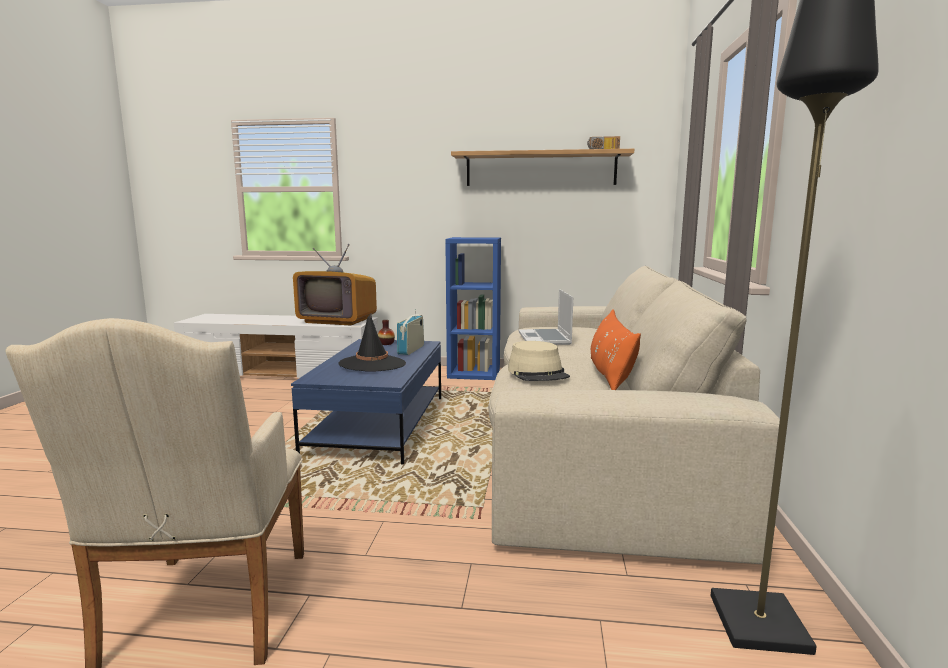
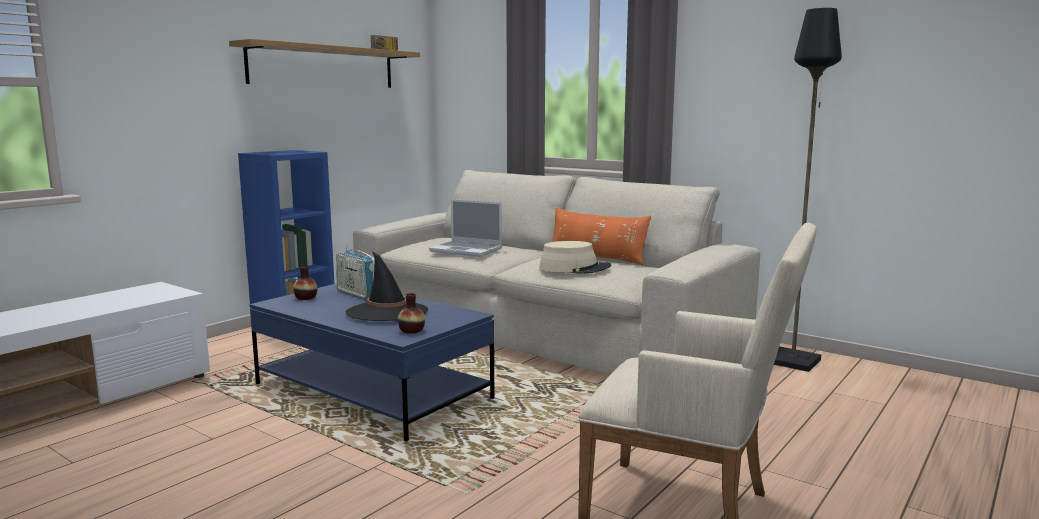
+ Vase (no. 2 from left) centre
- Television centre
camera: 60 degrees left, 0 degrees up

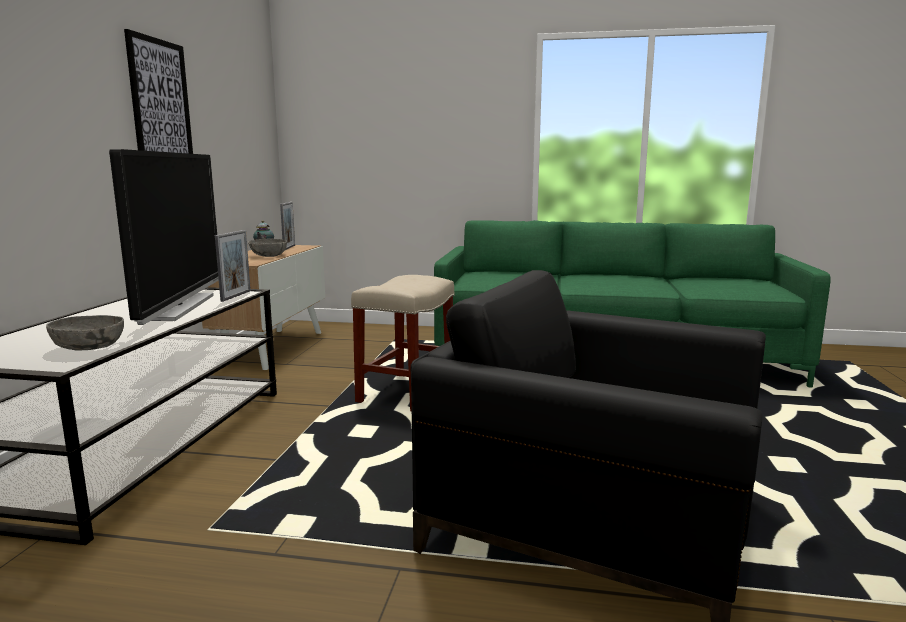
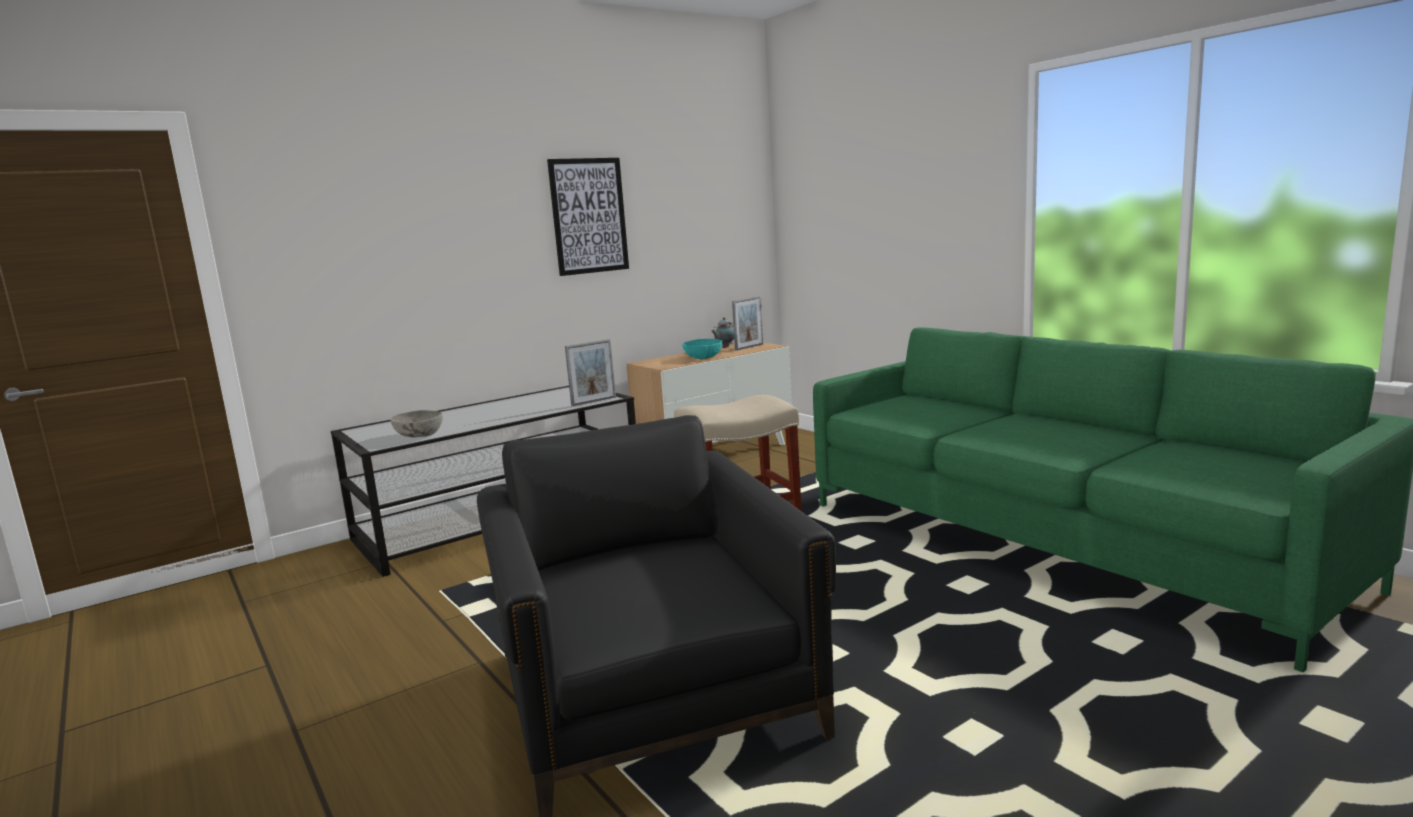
~ GreyBowl (no. 2 from left) middle left to TurquoiseBowl centre
- Television middle left
camera: 45 degrees right, 0 degrees up

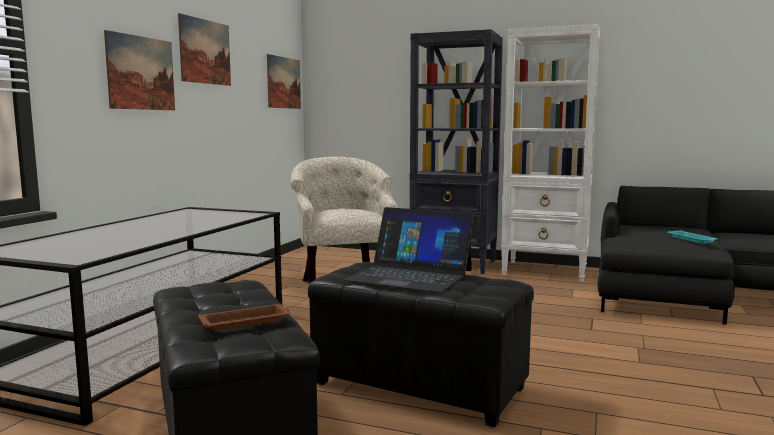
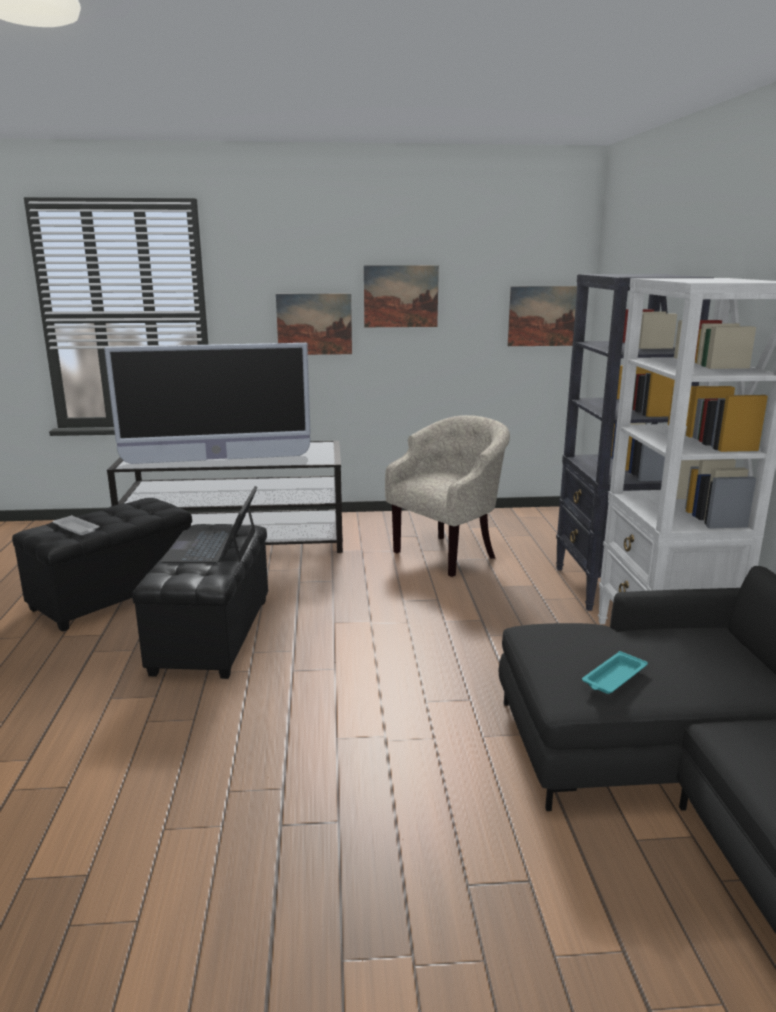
~ BrownTray bottom left to WhiteTray middle left
+ Television middle left
camera: 65 degrees right, 10 degrees up

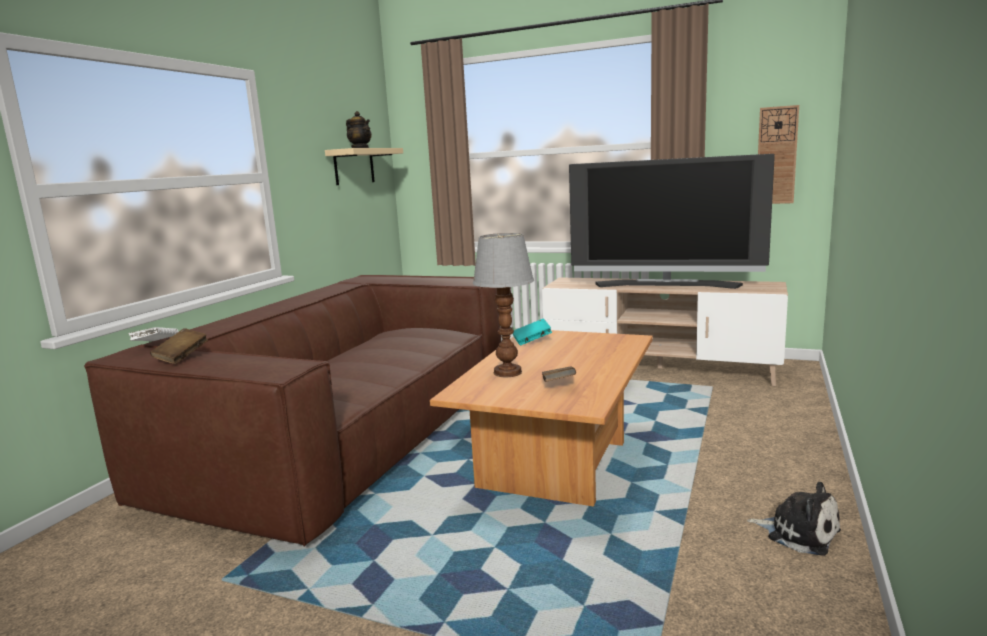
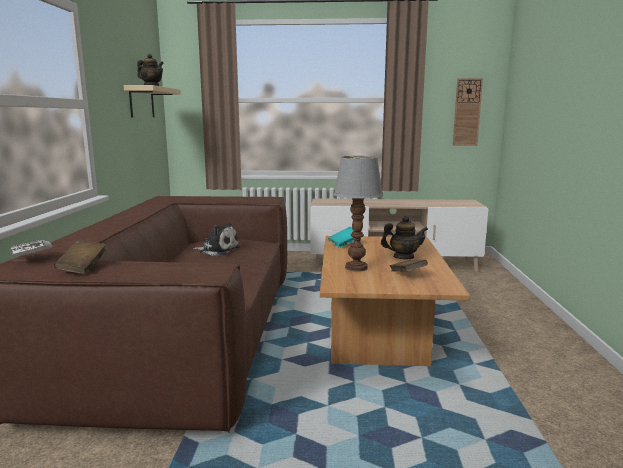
~ PlushToy bottom right to centre
+ Teapot (no. 2 from left) centre
- Television middle right
camera: 20 degrees left, 0 degrees up

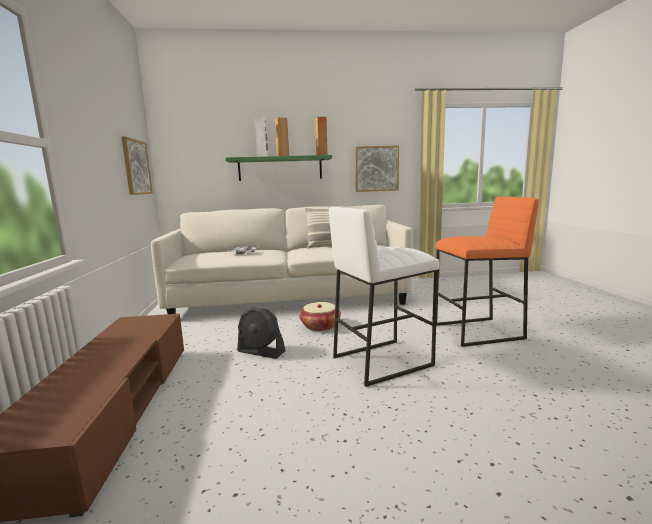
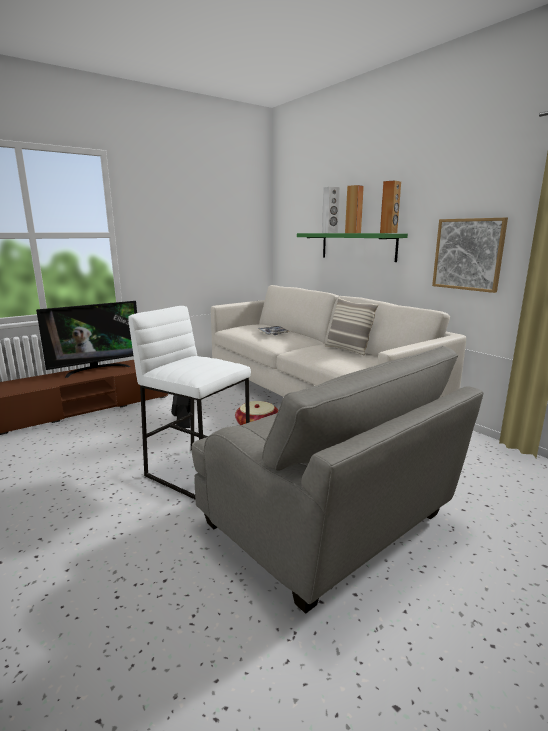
+ Television middle left
~ OrangeStool middle right to GreyArmchair centre
- Picture (no. 1 from left) top left
camera: 60 degrees right, 5 degrees up

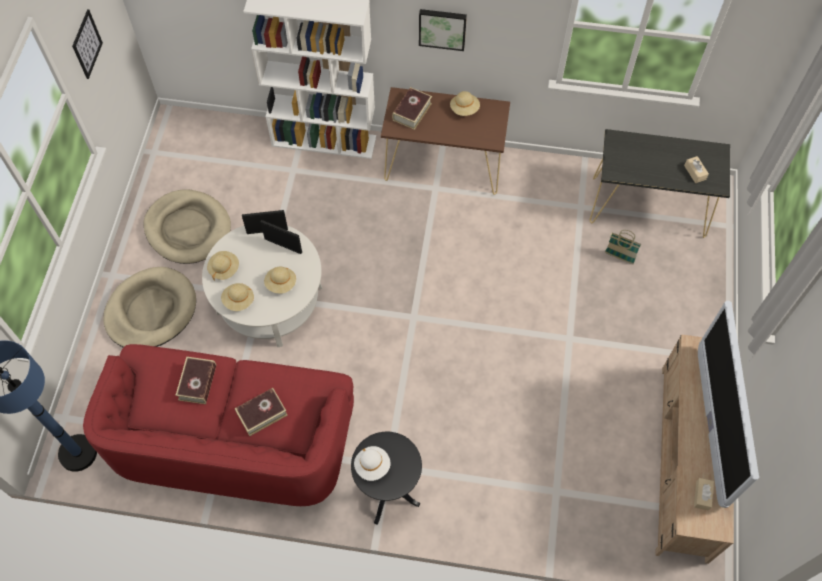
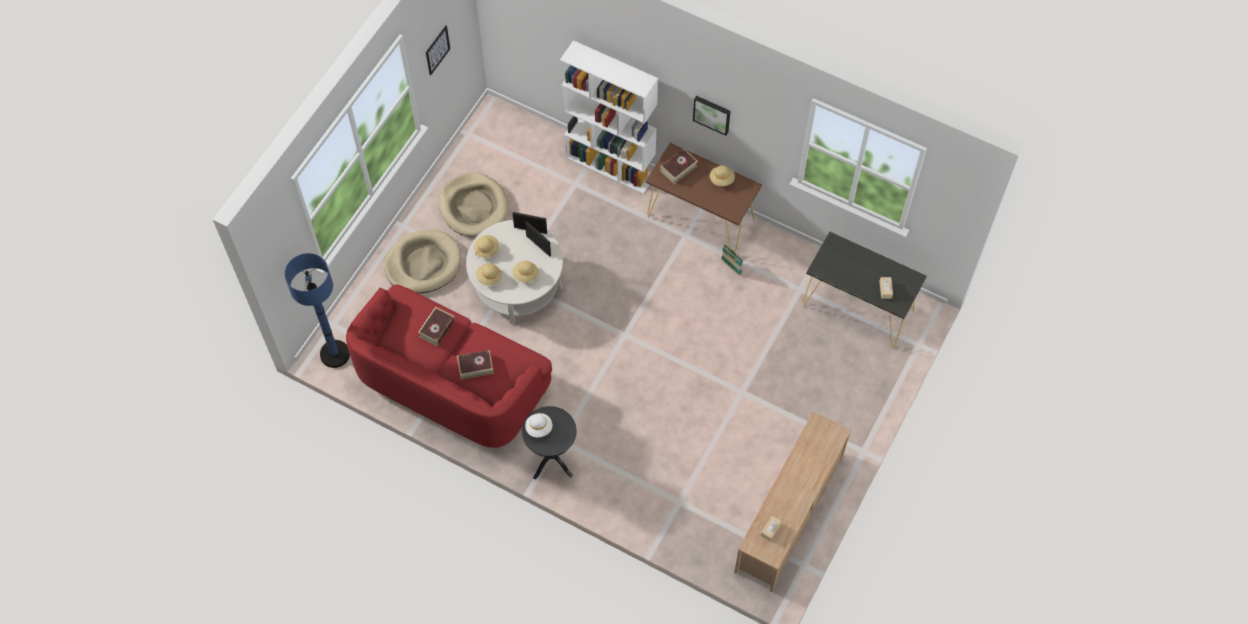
~ Basket middle right to centre
- Television bottom right
camera: 20 degrees right, 0 degrees up

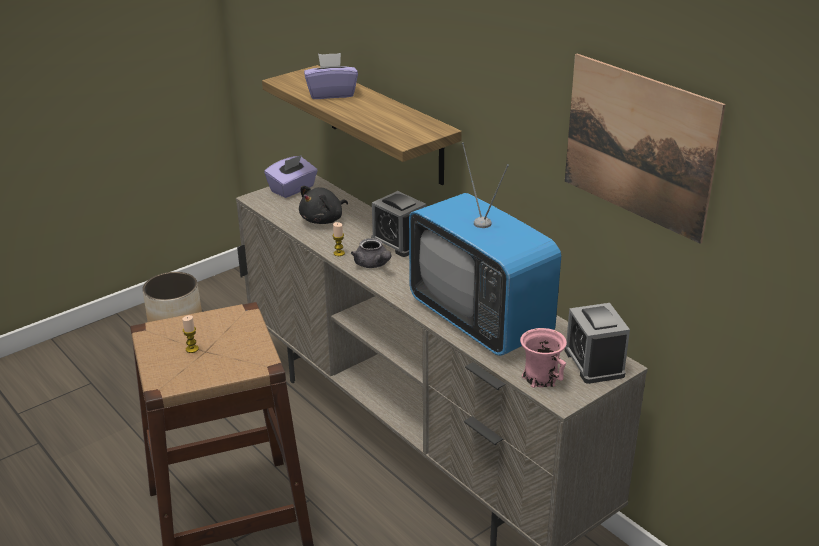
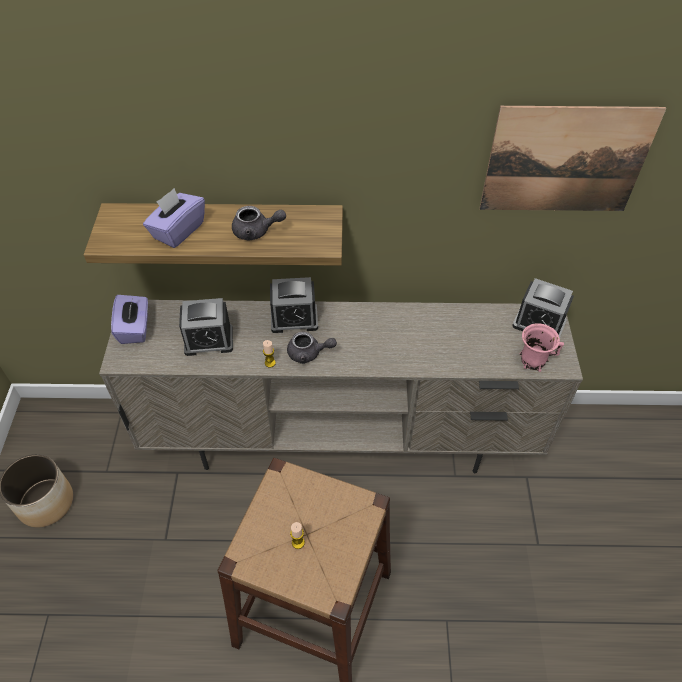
~ BlackPlushToy centre to AlarmClock (no. 1 from left) middle left
+ GreyTeapot (no. 1 from left) top centre
- Television centre
camera: 50 degrees left, 20 degrees up

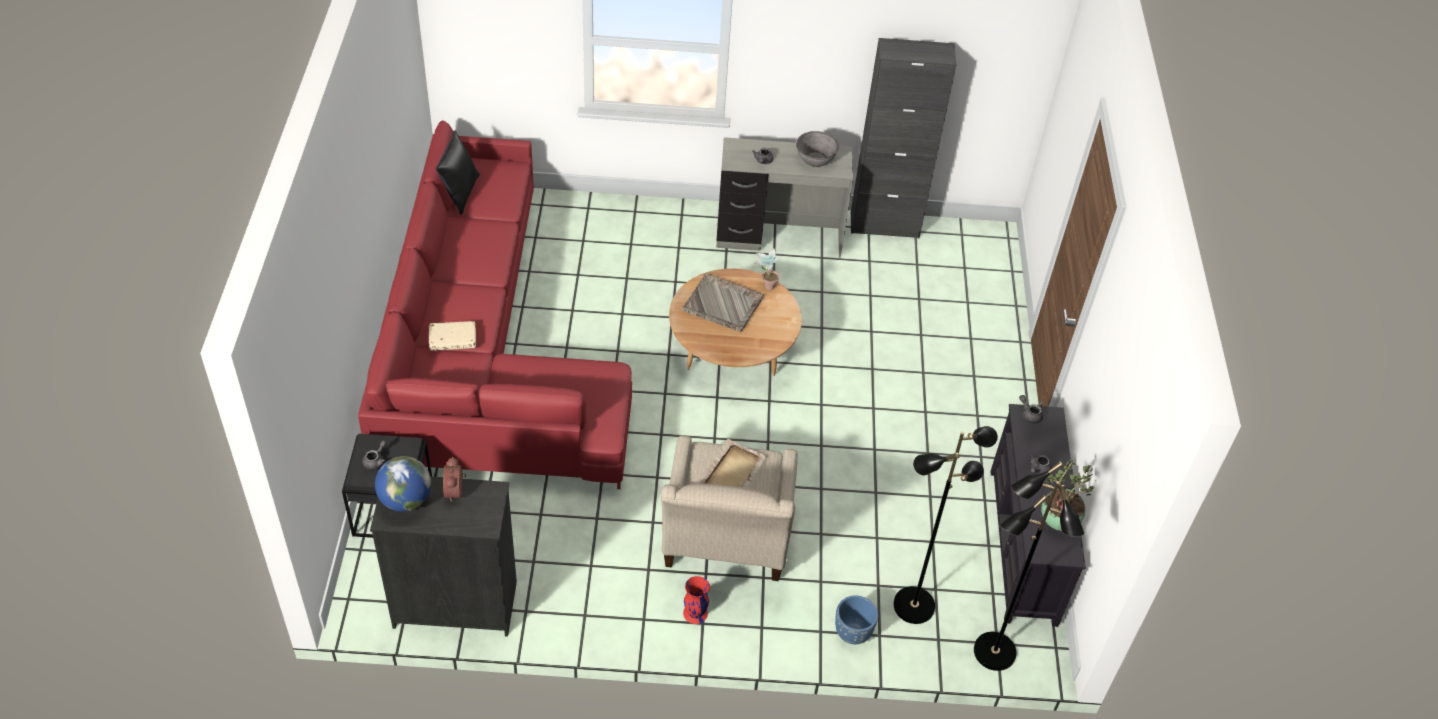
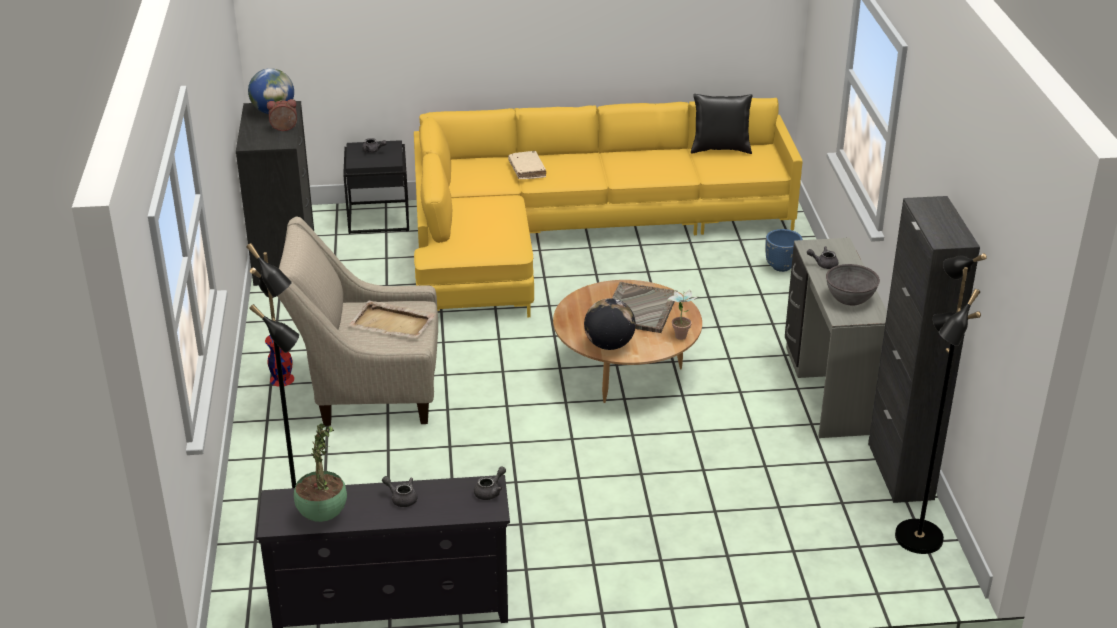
~ RedSofa centre to YellowSofa top centre
+ Globe (no. 2 from left) centre
~ BluePlanter bottom centre to middle right
~ BlackFloorLamp (no. 2 from left) bottom right to middle right
camera: 85 degrees right, 15 degrees down

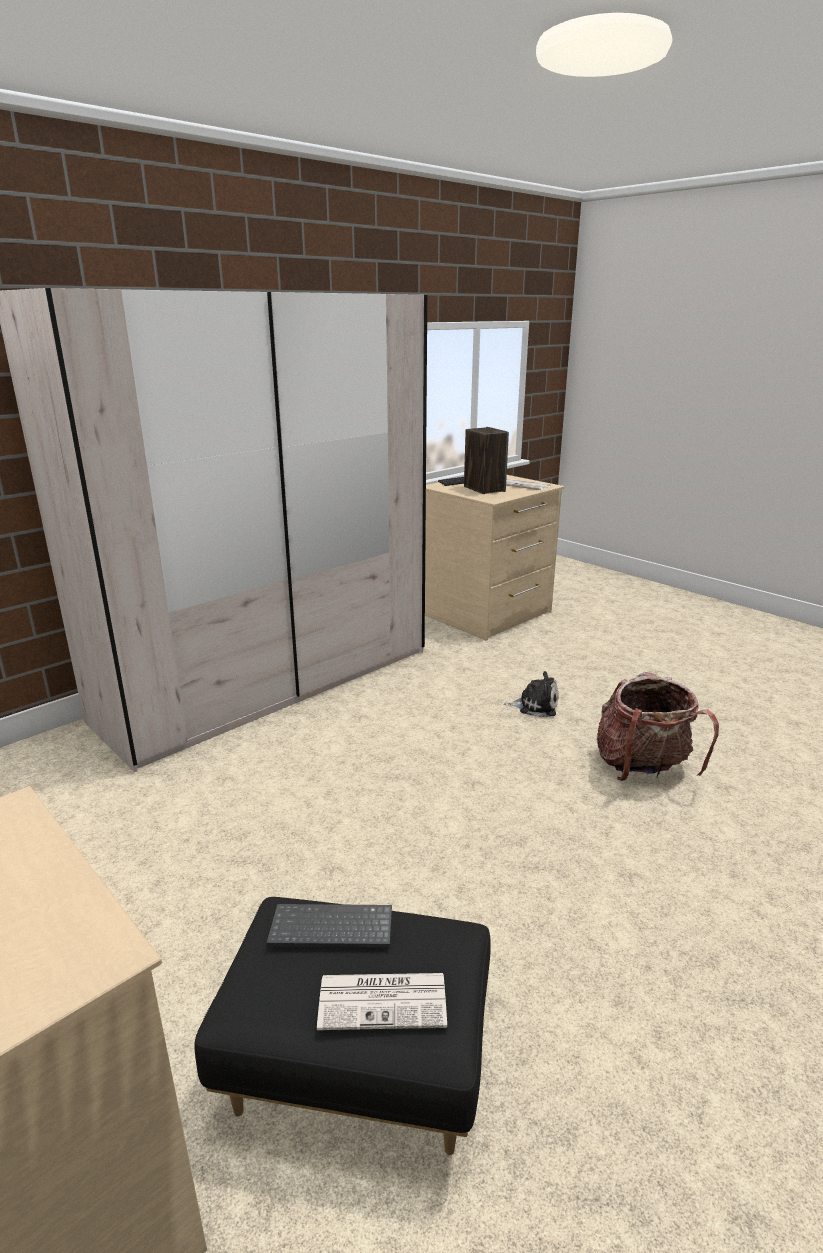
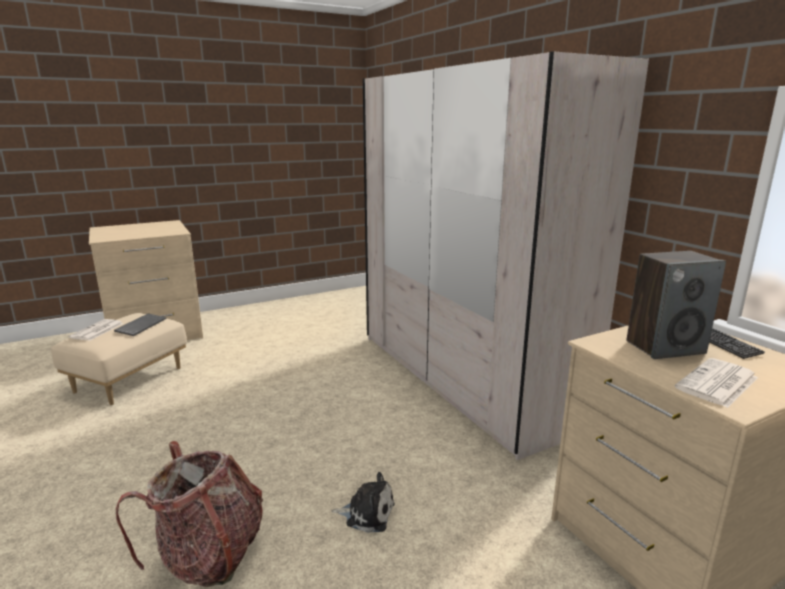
~ BlackOttoman bottom centre to BeigeOttoman middle left
~ PlushToy centre = bottom centre 105 degrees counterclockwise
camera: 105 degrees right, 5 degrees down

